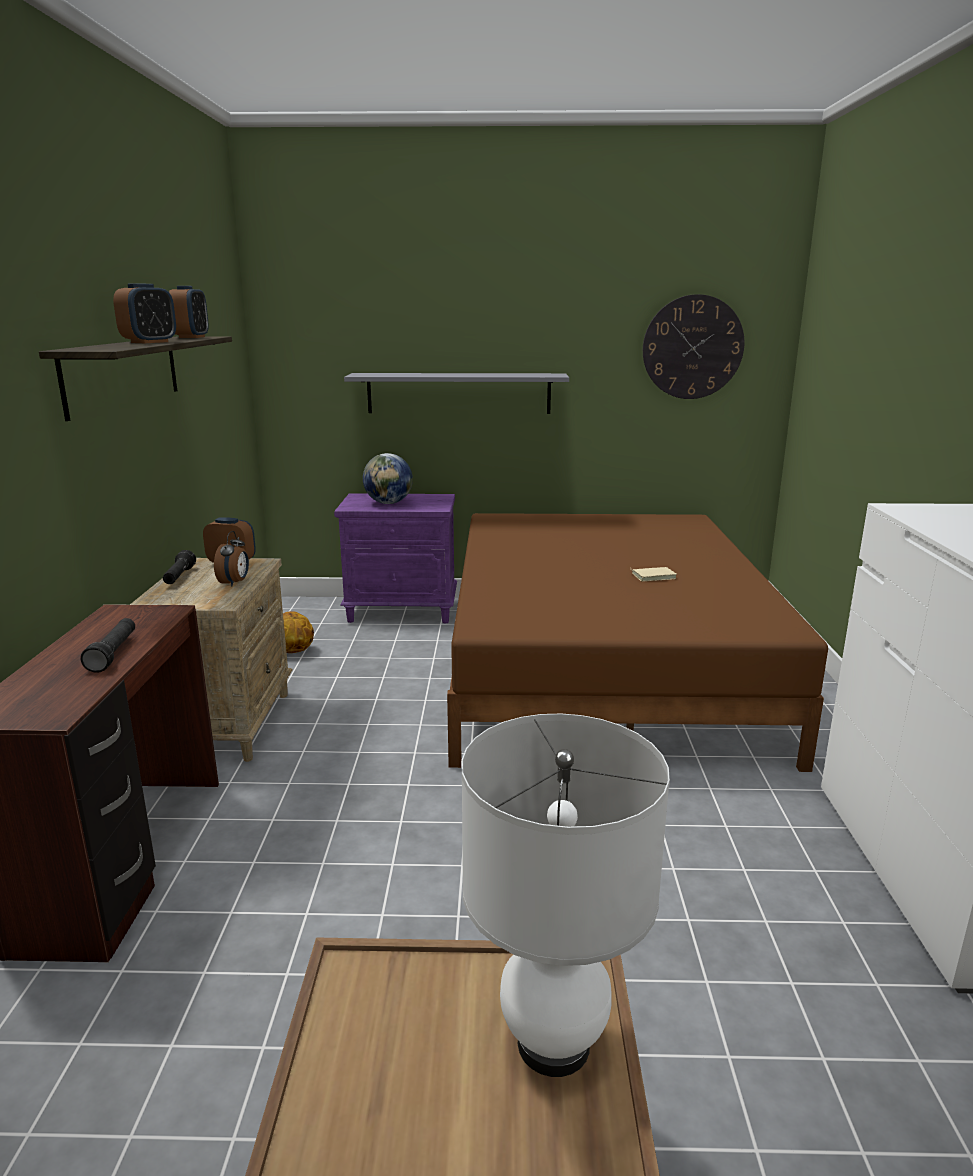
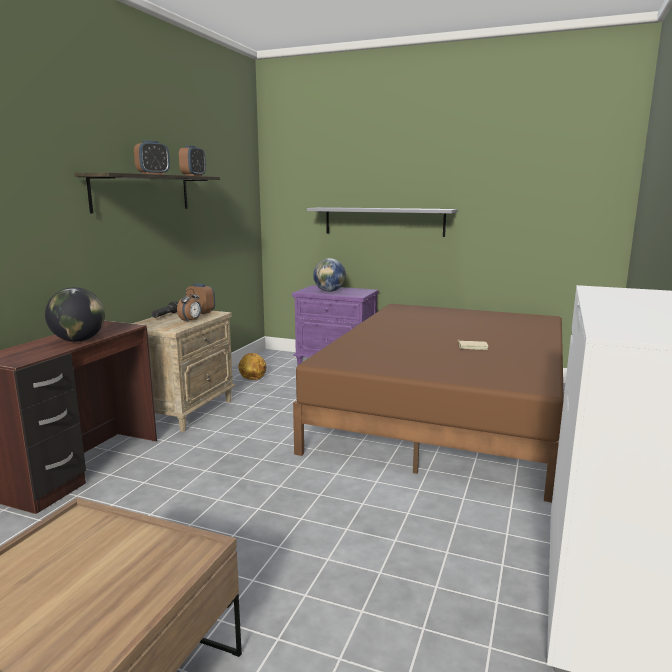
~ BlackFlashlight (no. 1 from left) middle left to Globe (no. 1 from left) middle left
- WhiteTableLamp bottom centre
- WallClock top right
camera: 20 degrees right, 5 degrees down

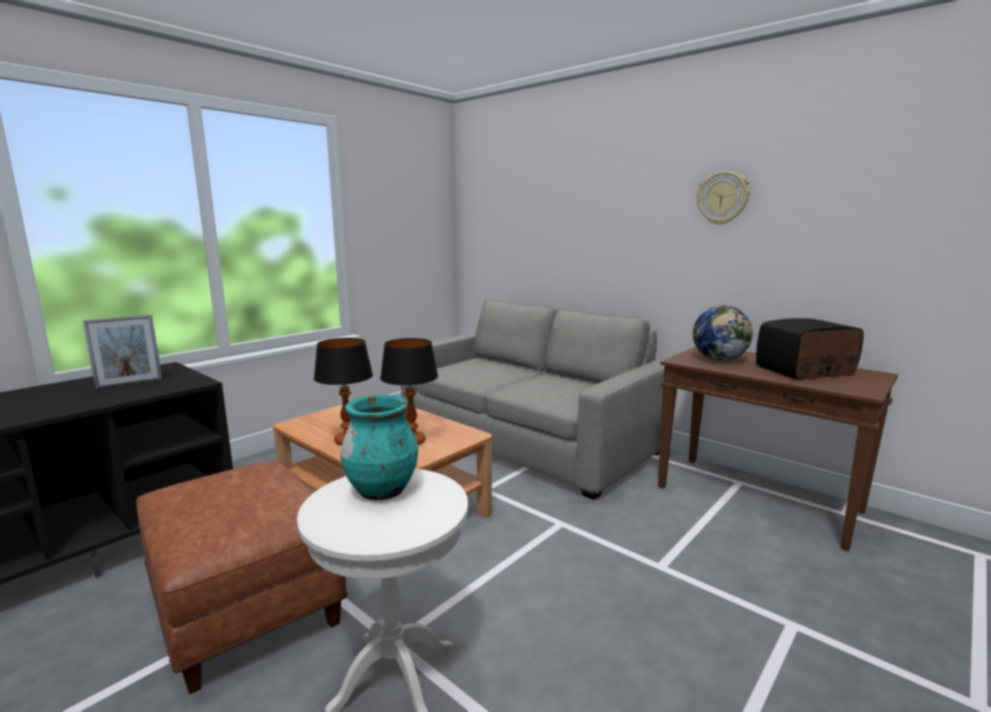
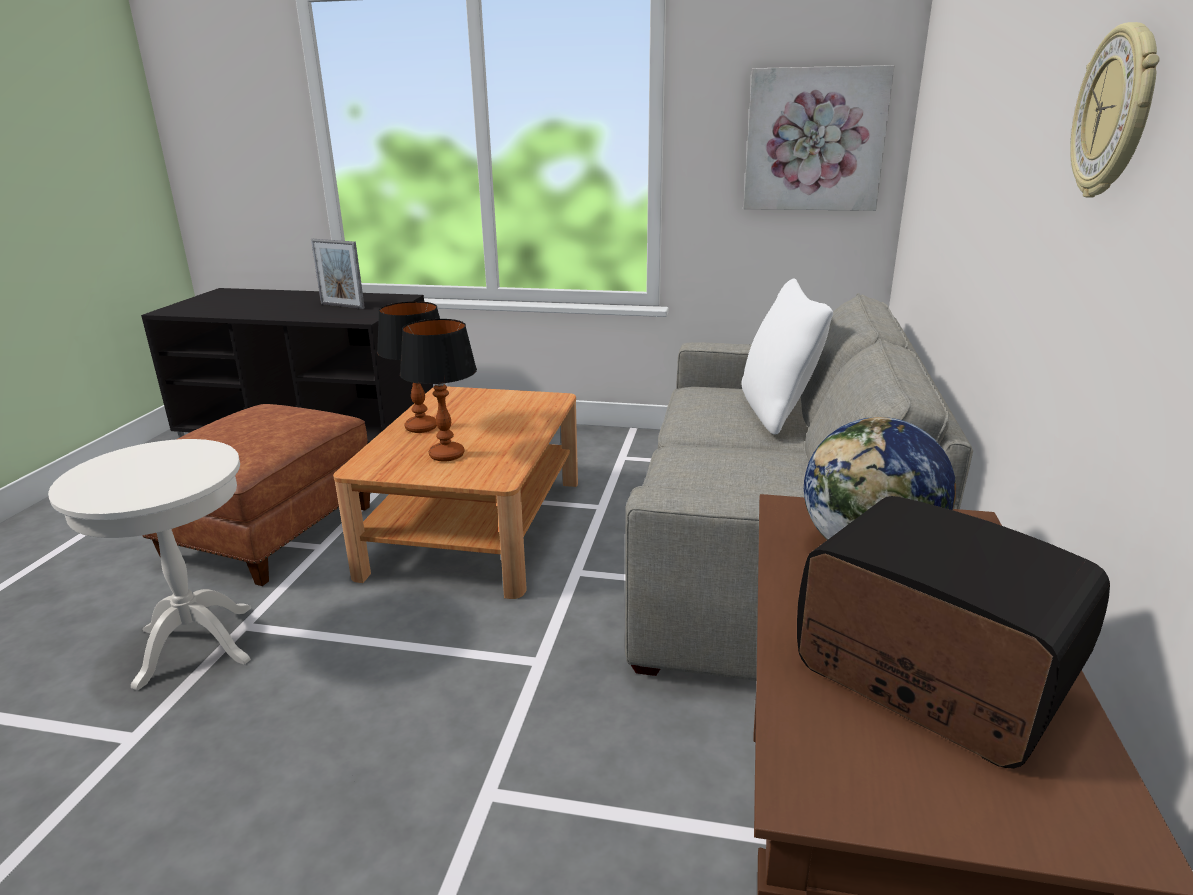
+ WhitePillow centre
+ Picture top right
- TurquoiseVase centre
camera: 60 degrees right, 10 degrees up

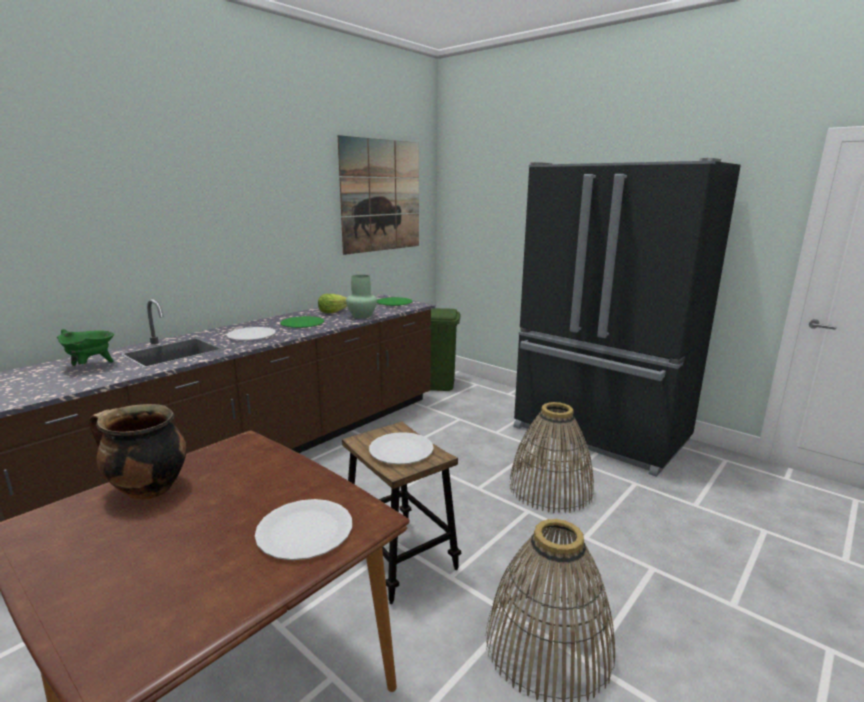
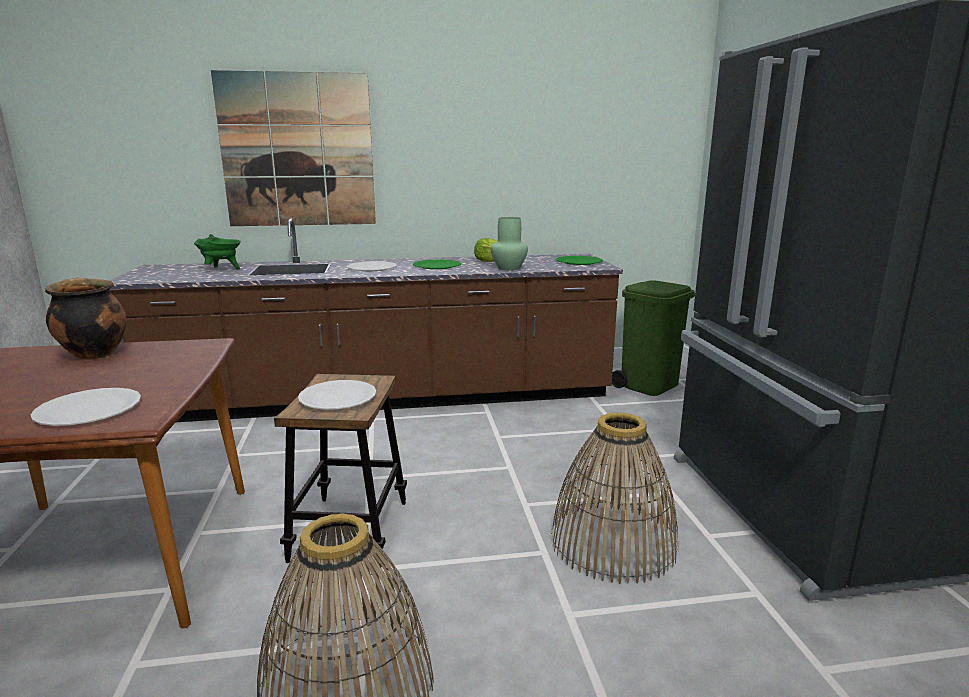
~ Picture top centre to top left
camera: 40 degrees right, 0 degrees up

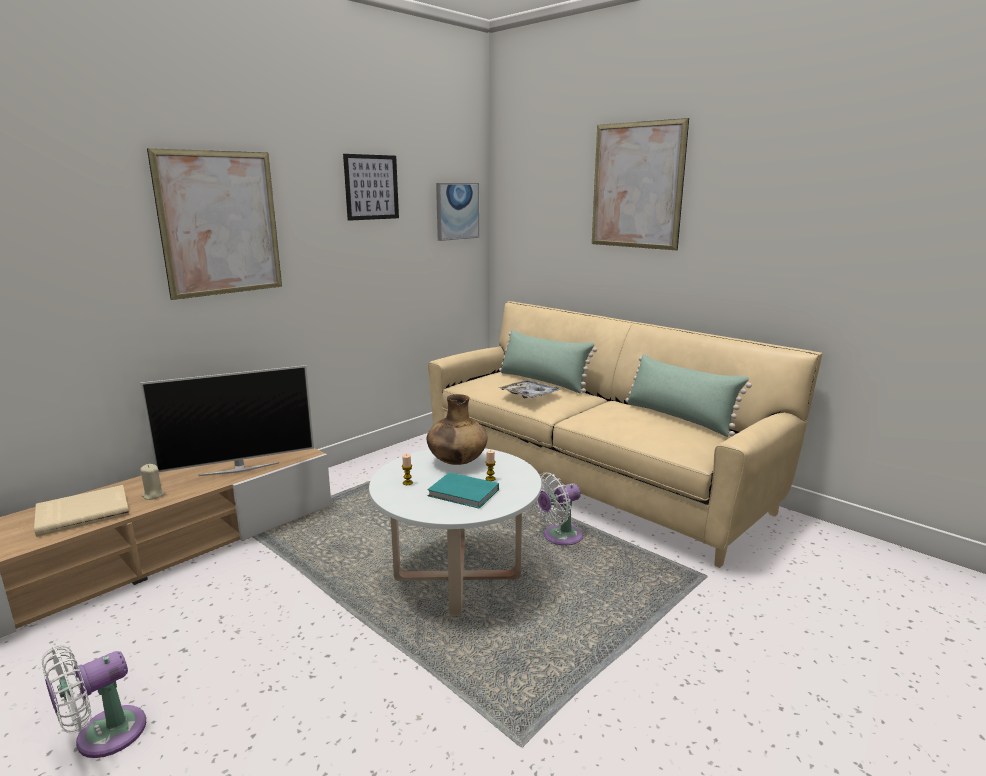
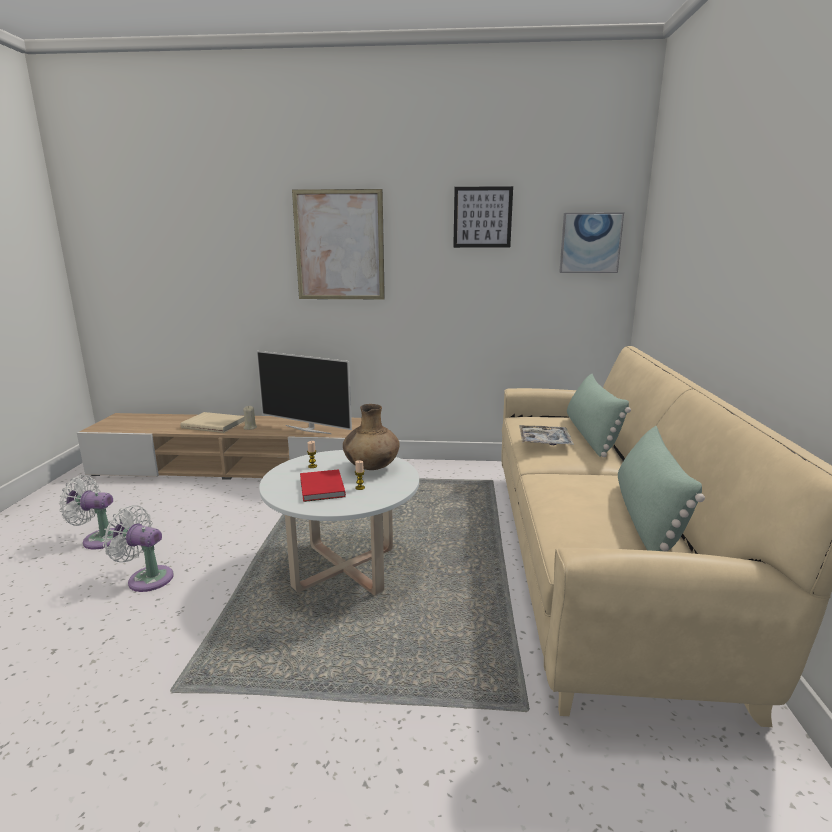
~ WhiteFan (no. 2 from left) centre to middle left
~ TurquoiseBook centre to RedBook centre
- Picture (no. 4 from left) top centre
camera: 50 degrees right, 0 degrees up

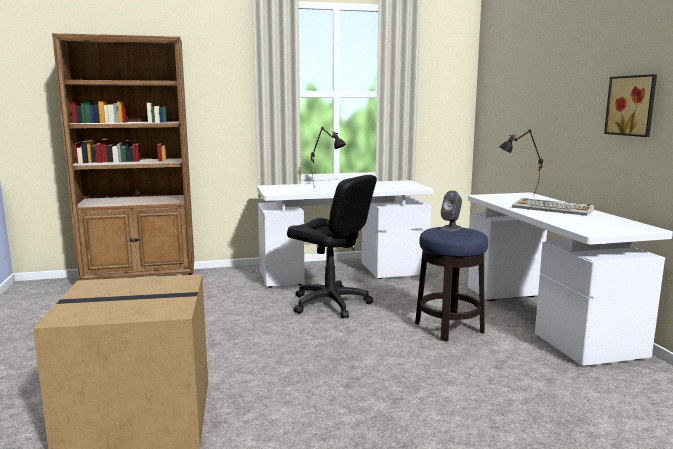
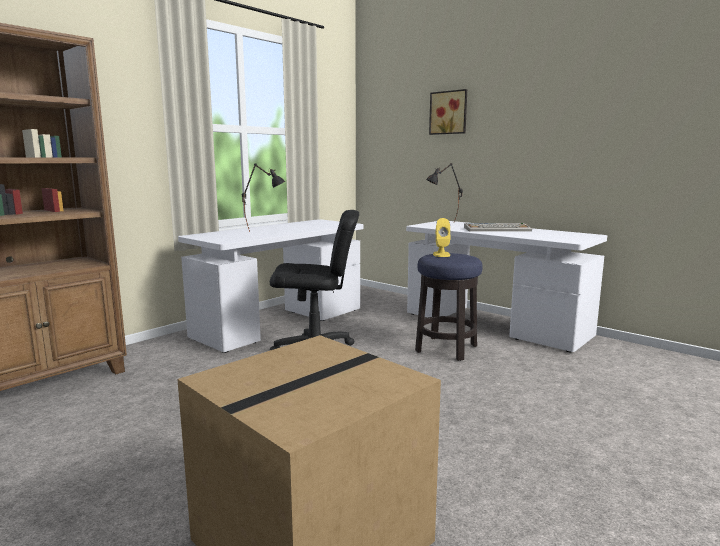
~ Picture top right to top centre
~ GreySpeaker middle right to YellowSpeaker centre
camera: 35 degrees left, 0 degrees up

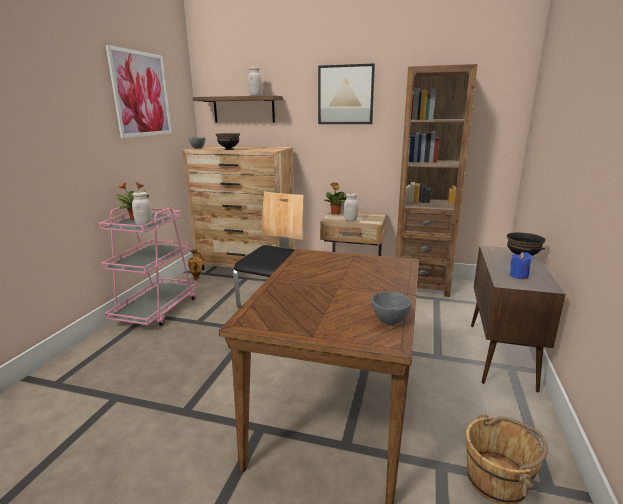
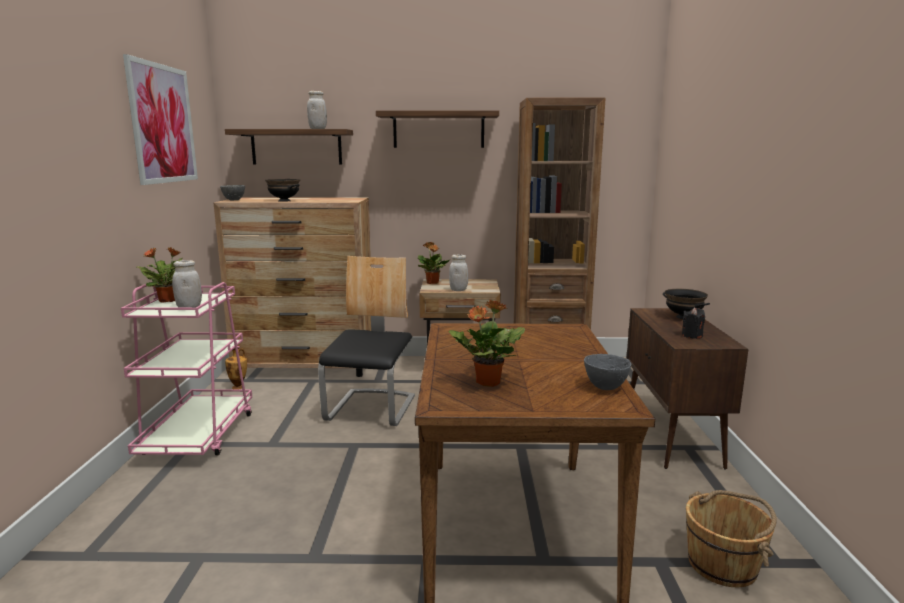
~ Picture (no. 2 from left) top centre to Shelf (no. 2 from left) top centre
+ PottedPlant (no. 3 from left) centre
~ BlueCandle middle right to BlackCandle middle right
camera: 15 degrees left, 5 degrees down

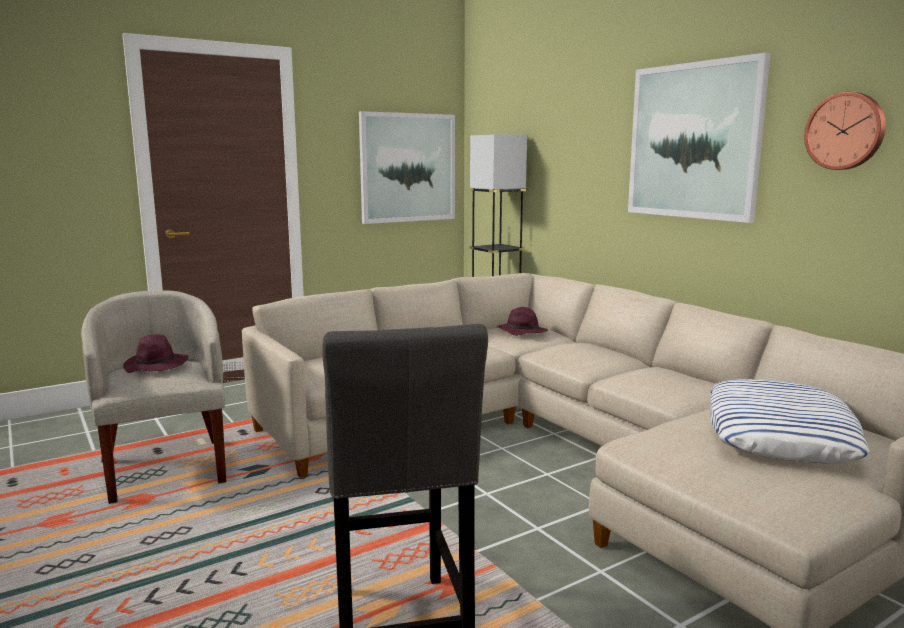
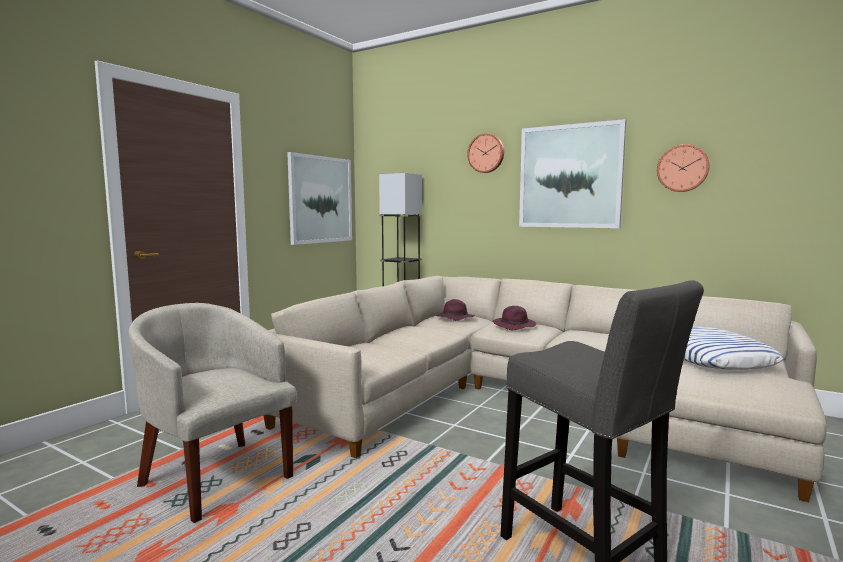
+ WallClock (no. 1 from left) top centre
~ PurpleHat (no. 1 from left in the first image) middle left to PurpleHat (no. 2 from left) centre
camera: 25 degrees left, 5 degrees down

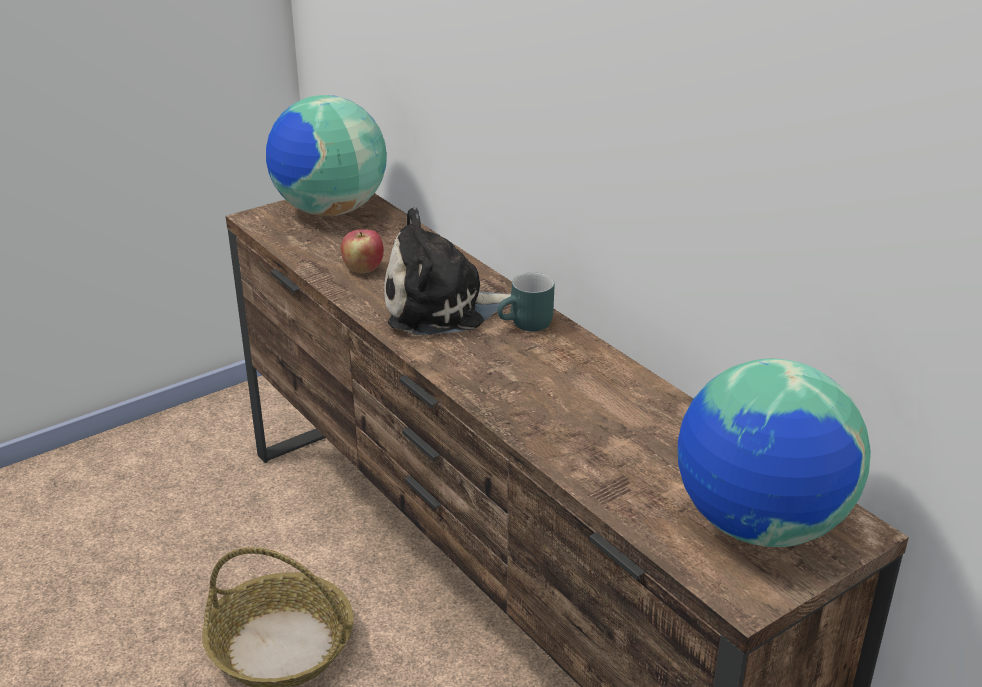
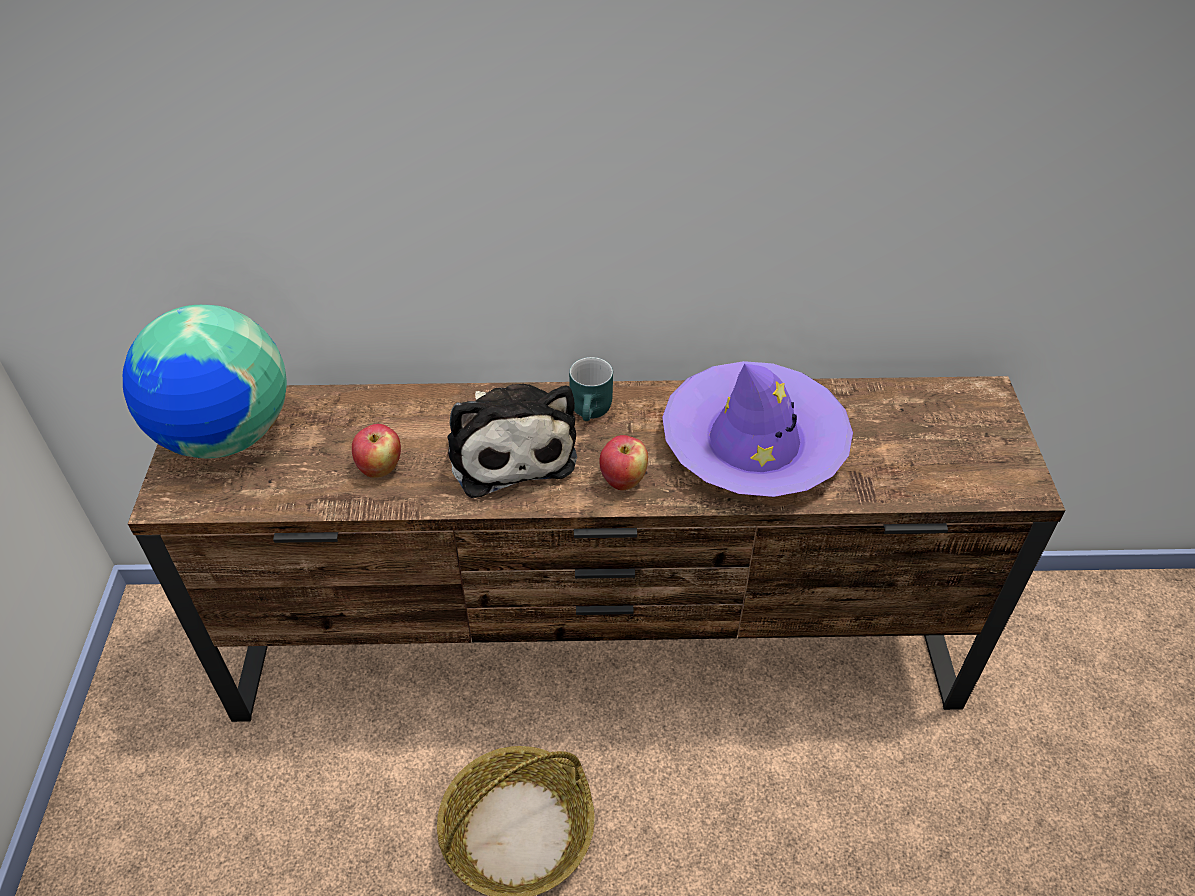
~ PlushToy centre = centre 45 degrees counterclockwise
+ Apple (no. 2 from left) centre
+ PurpleHat centre
- Globe (no. 2 from left) middle right
camera: 55 degrees left, 15 degrees up

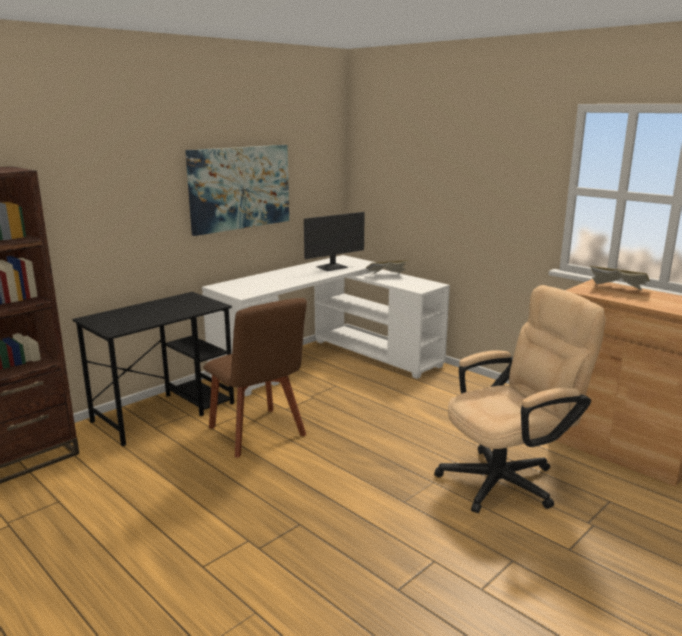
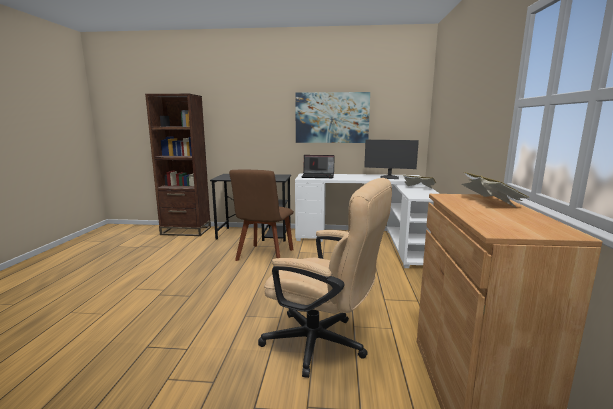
+ Laptop centre
camera: 50 degrees right, 5 degrees down

